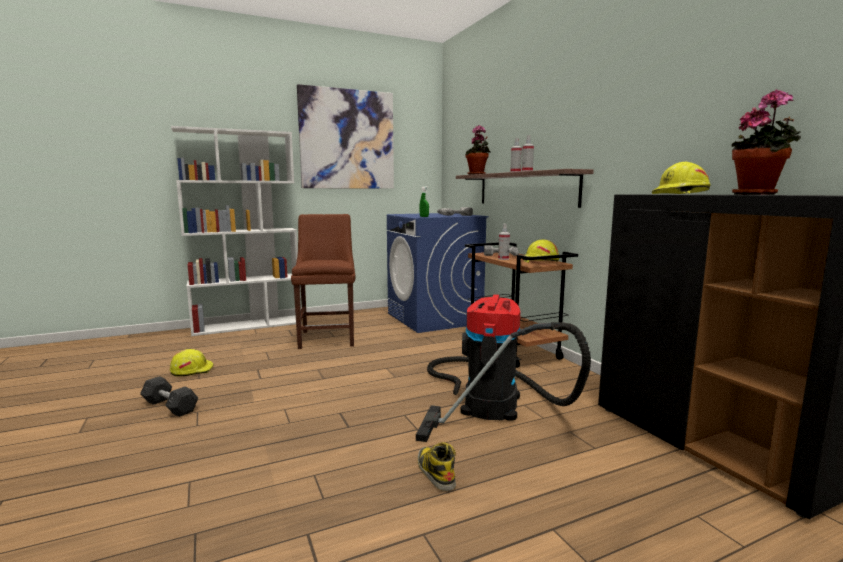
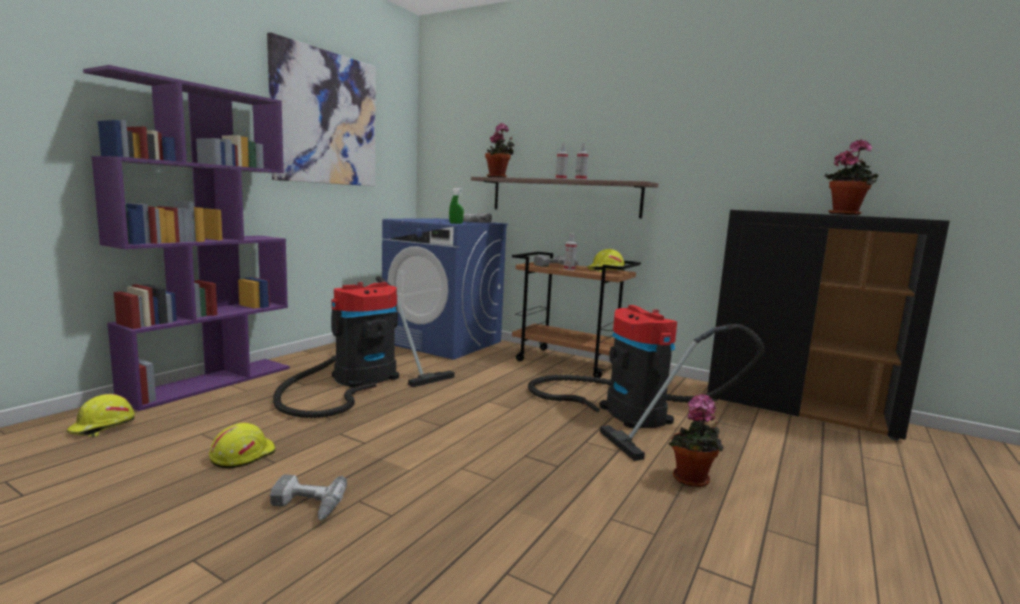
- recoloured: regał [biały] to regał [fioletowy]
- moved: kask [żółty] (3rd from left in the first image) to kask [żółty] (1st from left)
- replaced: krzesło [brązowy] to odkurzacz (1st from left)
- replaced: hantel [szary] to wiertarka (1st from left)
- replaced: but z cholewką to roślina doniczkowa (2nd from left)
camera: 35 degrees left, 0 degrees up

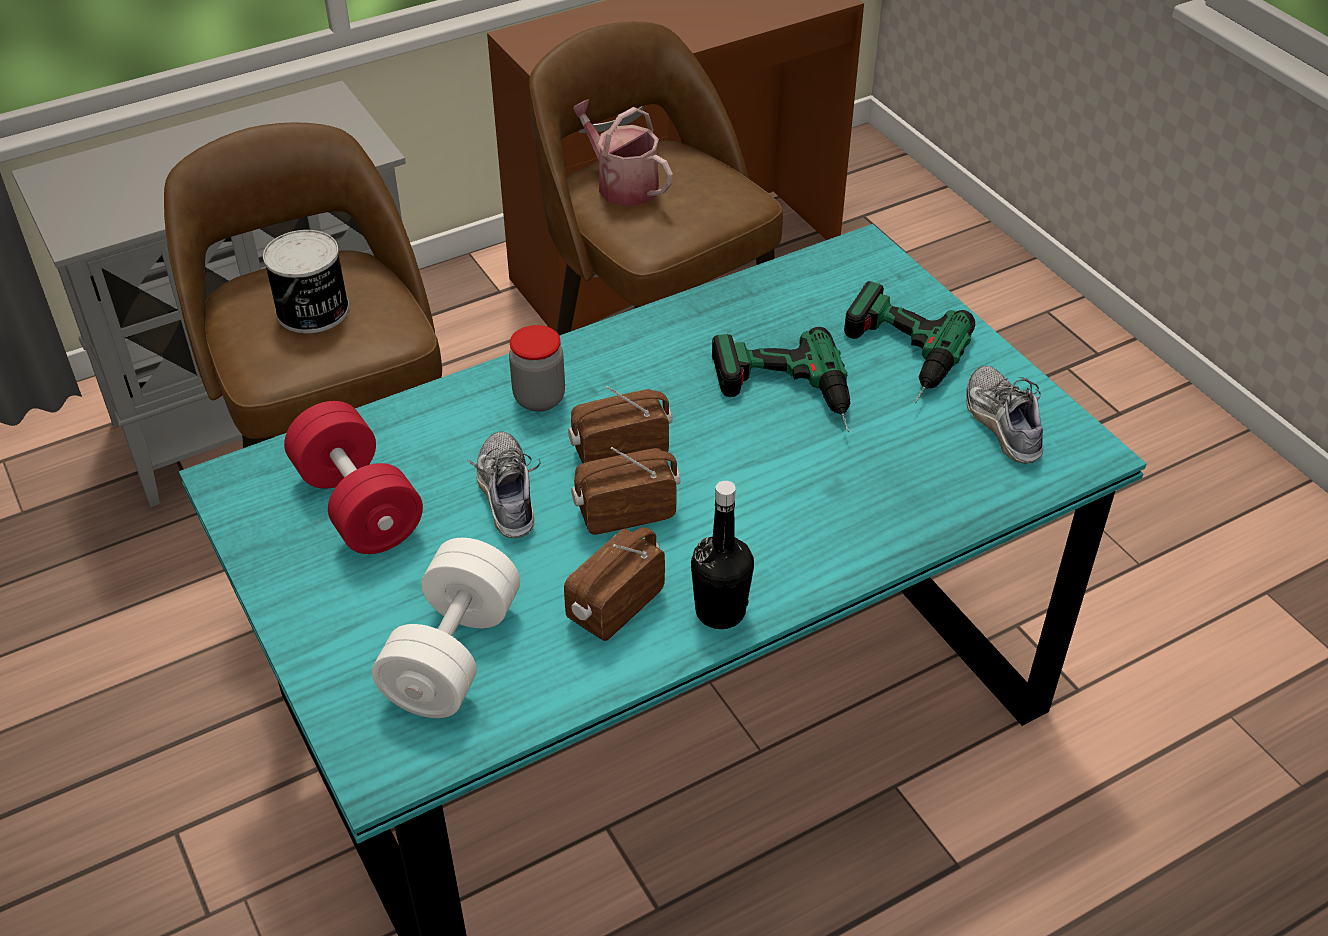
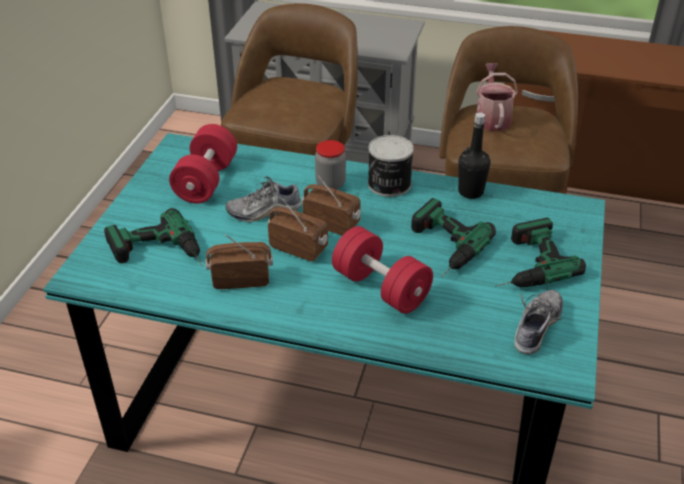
- moved: puszka
- turned: but (1st from left) 135 degrees counterclockwise
- moved: butelka [czarny]
- replaced: hantel [biały] to wiertarka (1st from left)
- added: hantel [czerwony] (2nd from left)
camera: 45 degrees right, 5 degrees down

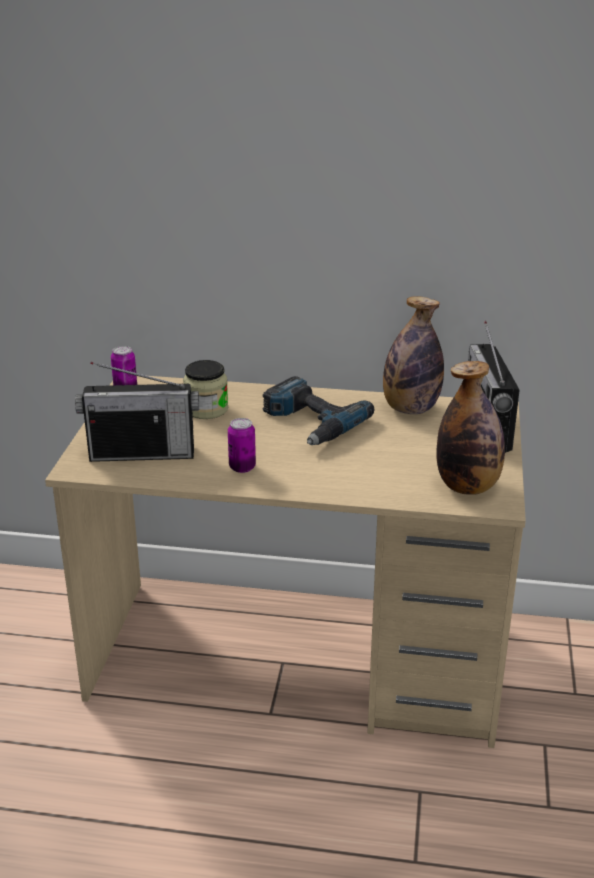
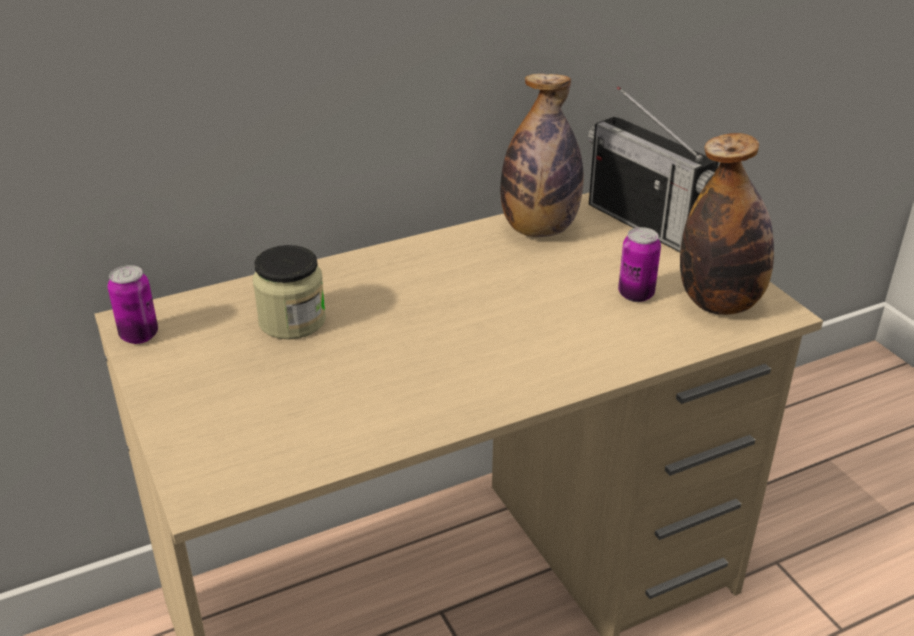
- removed: radio (1st from left)
- removed: wiertarka
- moved: puszka (2nd from left)
camera: 35 degrees left, 5 degrees up

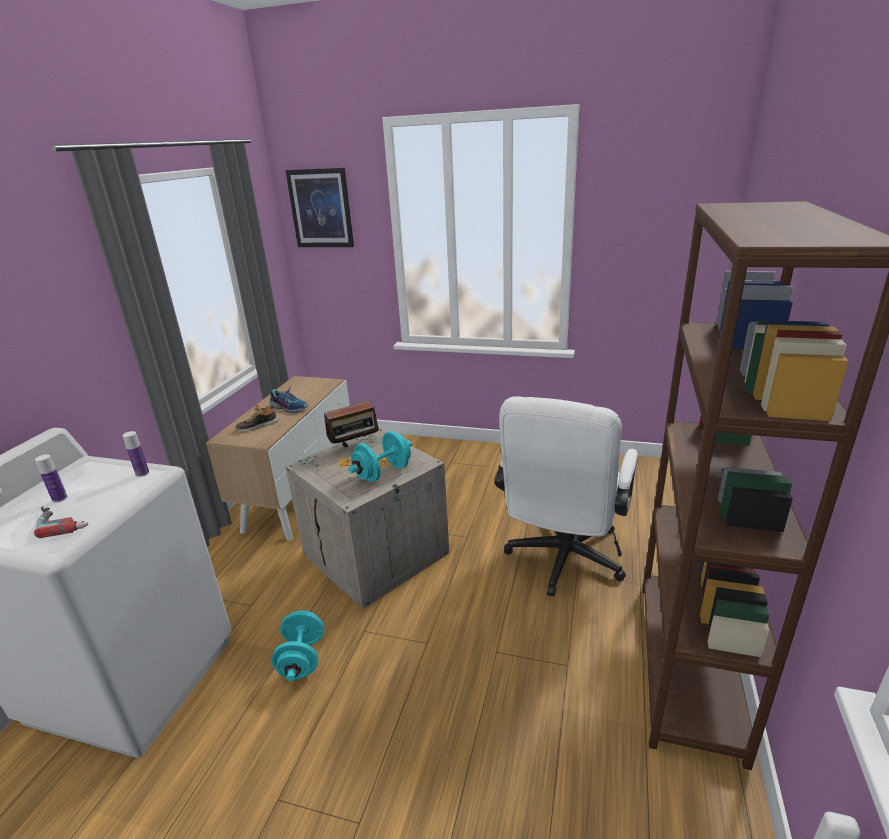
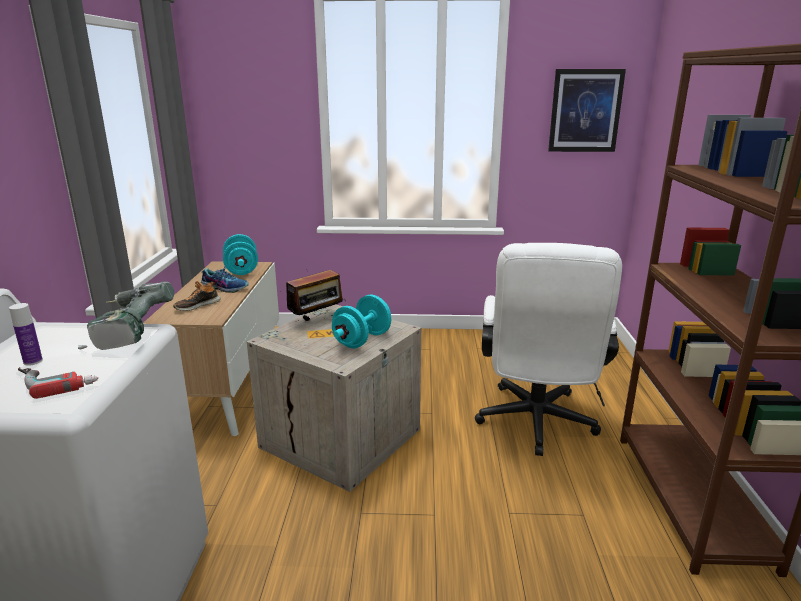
- moved: obraz
- replaced: butelka (2nd from left) to wiertarka (2nd from left)
- moved: hantel [turkusowy] (1st from left)
camera: 15 degrees left, 5 degrees down

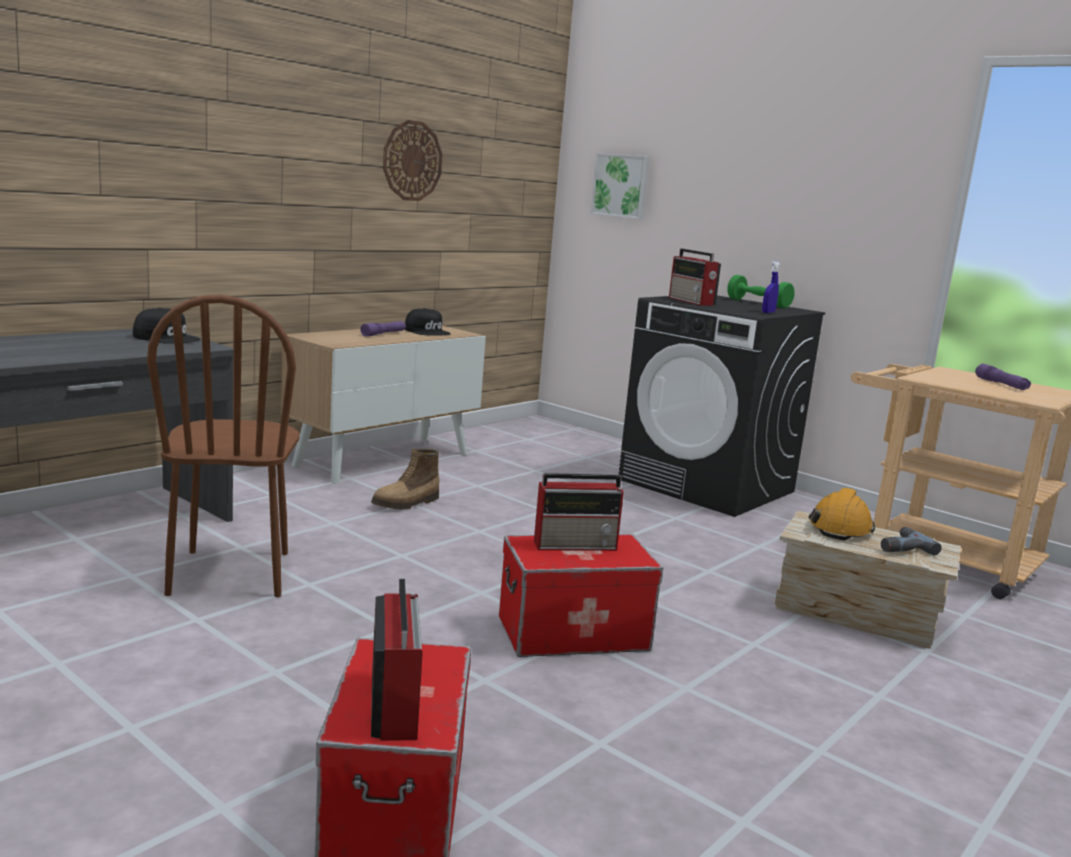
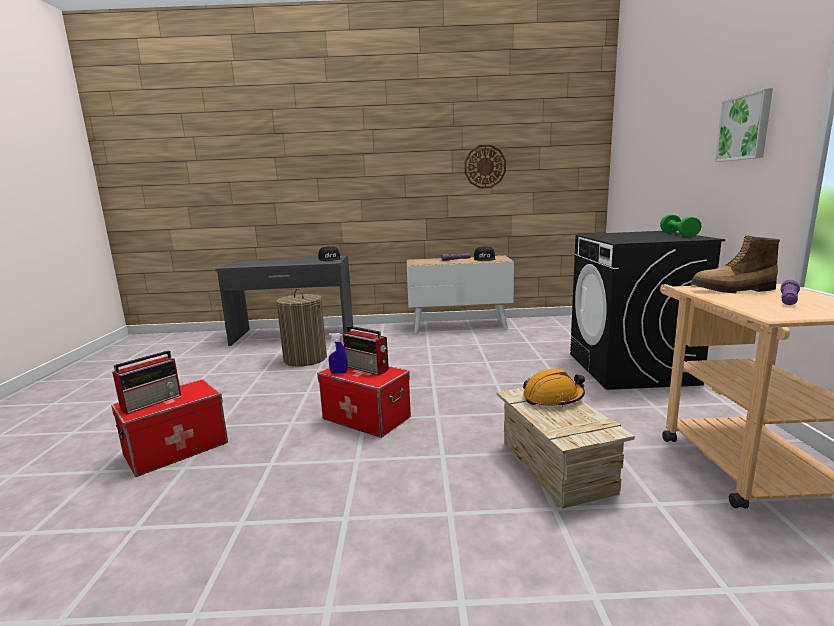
- moved: obraz
- removed: radio (3rd from left)
- moved: spryskiwacz [niebieski]
- replaced: krzesło [brązowy] to kosz na pranie
- moved: but z cholewką
- removed: wiertarka
camera: 50 degrees right, 0 degrees up

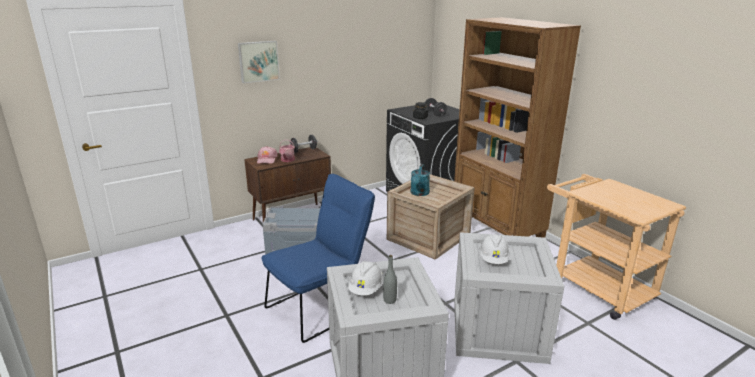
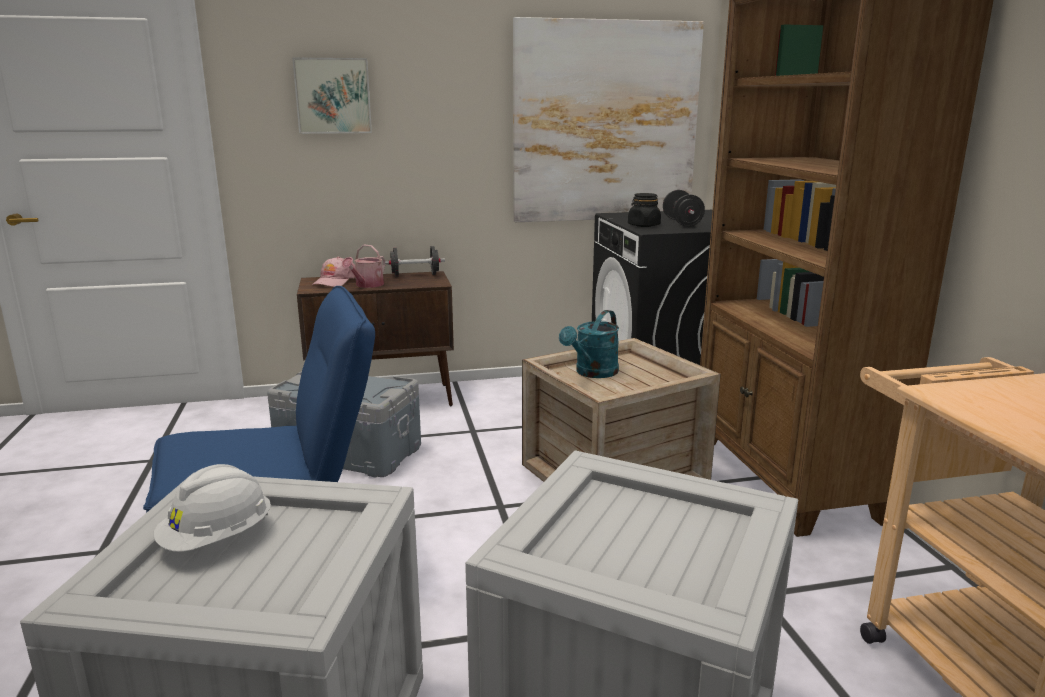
- removed: kask [biały] (2nd from left)
- removed: butelka [szary]
- added: obraz (2nd from left)
camera: 20 degrees right, 5 degrees down

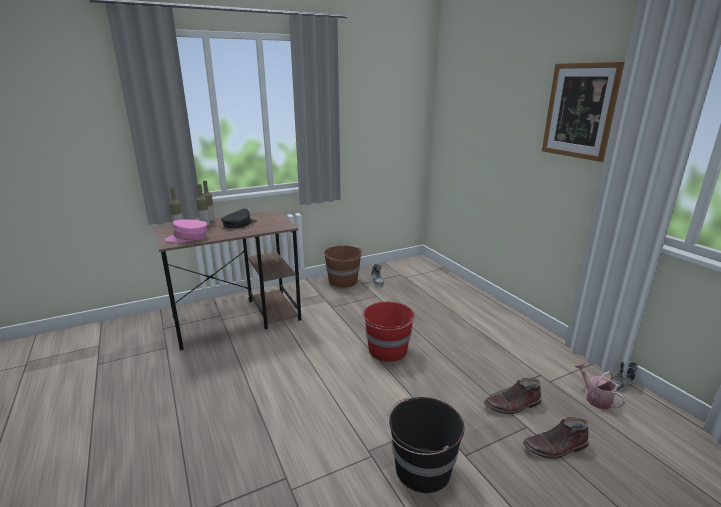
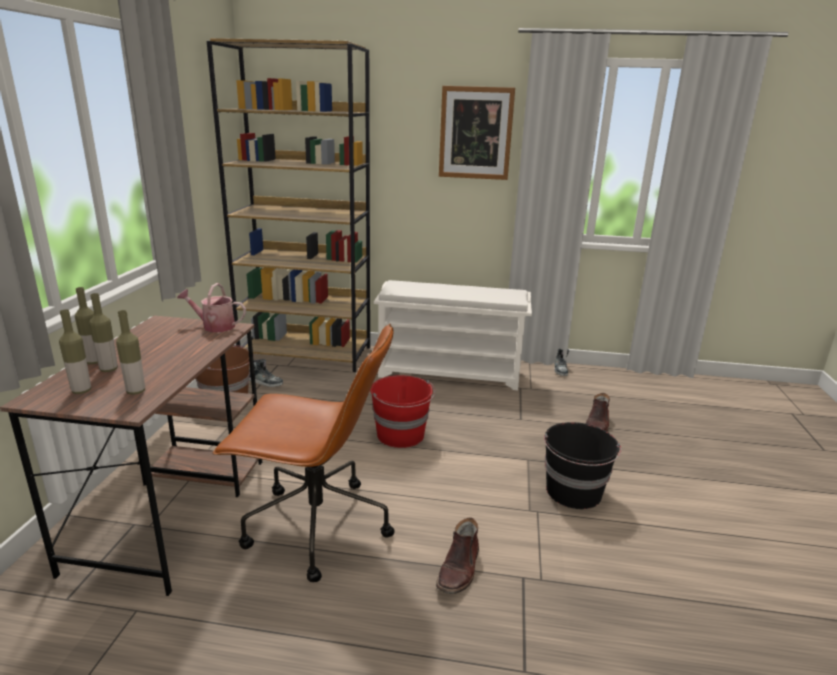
- removed: czapka z daszkiem [czarny]
- replaced: czapka z daszkiem [różowy] to butelka (4th from left)
- moved: konewka
- moved: but z cholewką [brązowy] (1st from left)
- added: regał [brązowy]
- added: regał na buty [biały]
- added: krzesło biurowe [brązowy]
camera: 55 degrees left, 0 degrees up

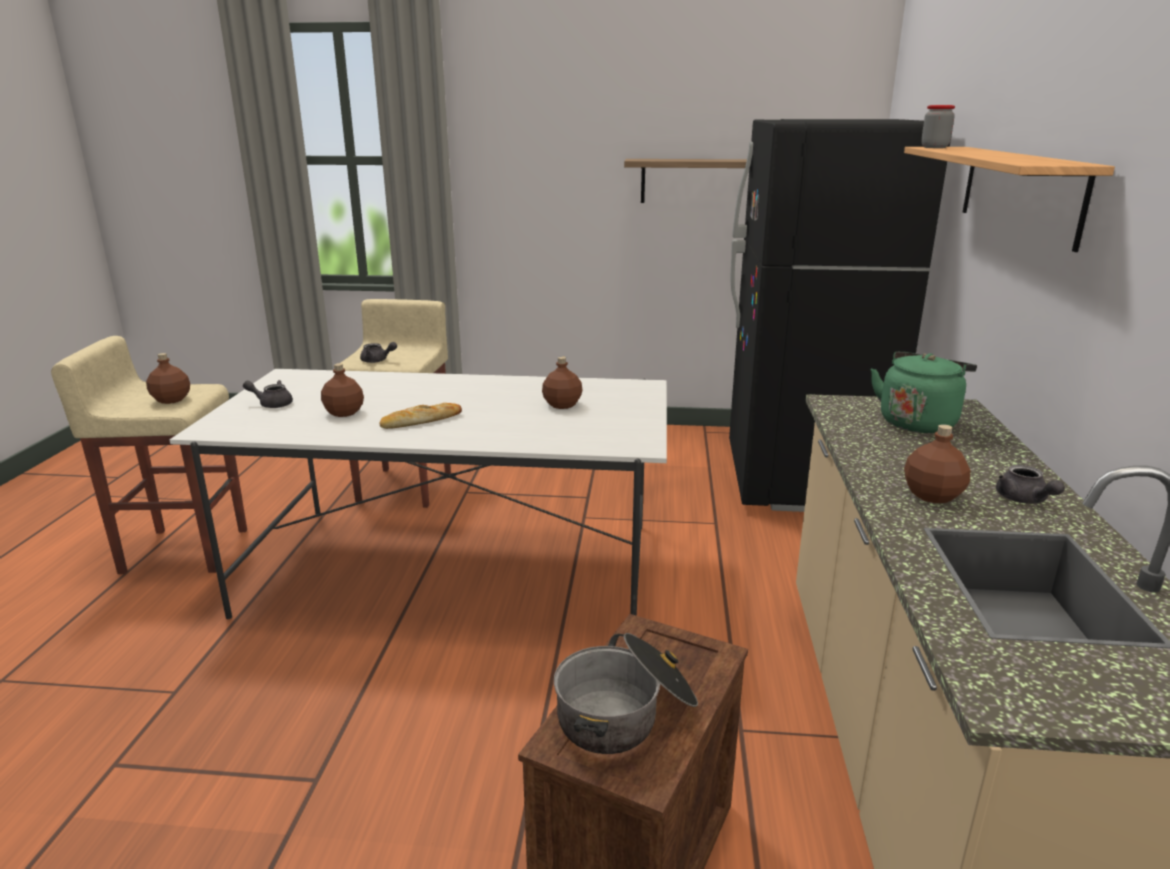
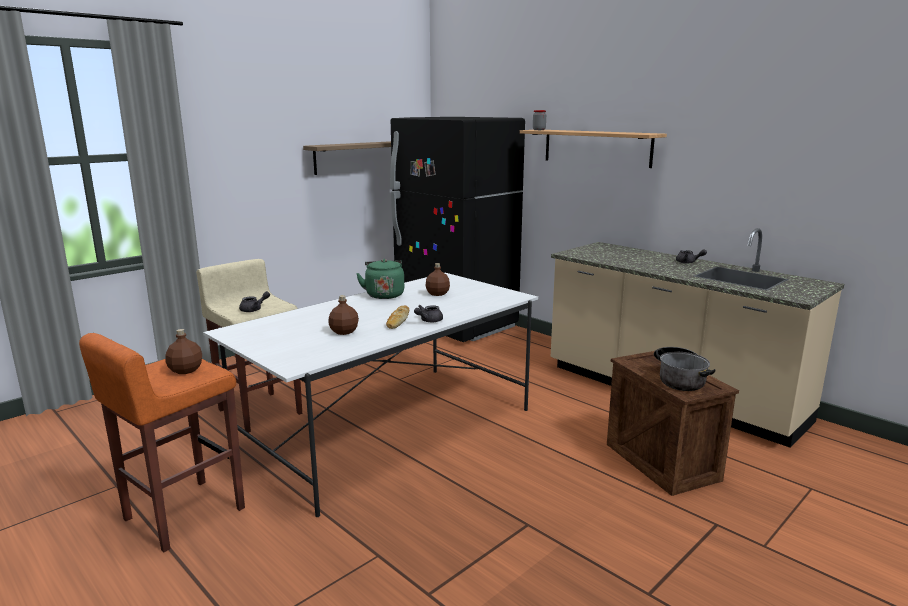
- recoloured: stołek [beżowy] (1st from left) to stołek [pomarańczowy]
- moved: czajnik [zielony]
- moved: imbryk [szary] (1st from left in the first image) to imbryk [szary] (2nd from left)
- removed: butelka [brązowy] (4th from left)
camera: 50 degrees left, 5 degrees down

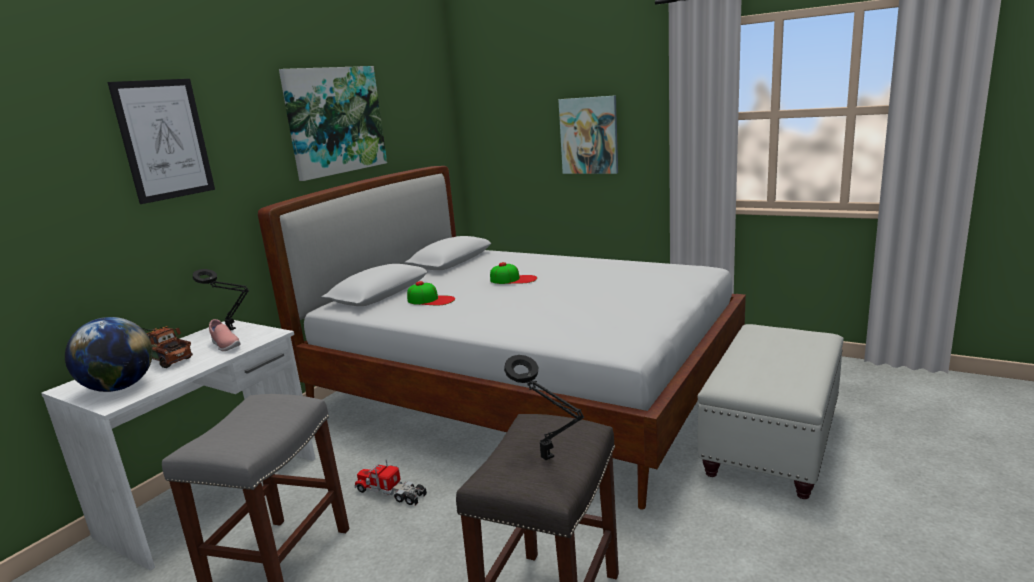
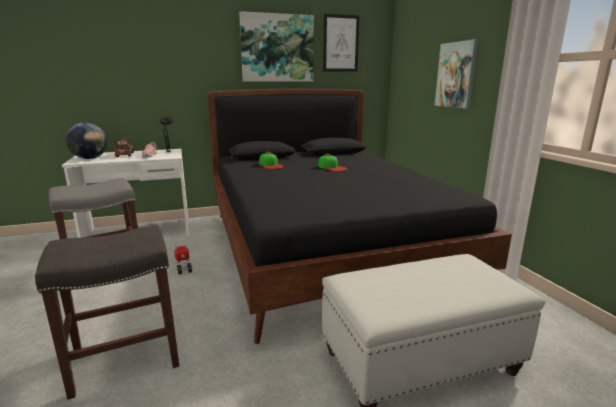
- moved: obraz (1st from left in the first image) to obraz (2nd from left)
- recoloured: łóżko [biały] to łóżko [czarny]
- removed: lampa stołowa [czarny] (2nd from left)
camera: 40 degrees right, 0 degrees up

